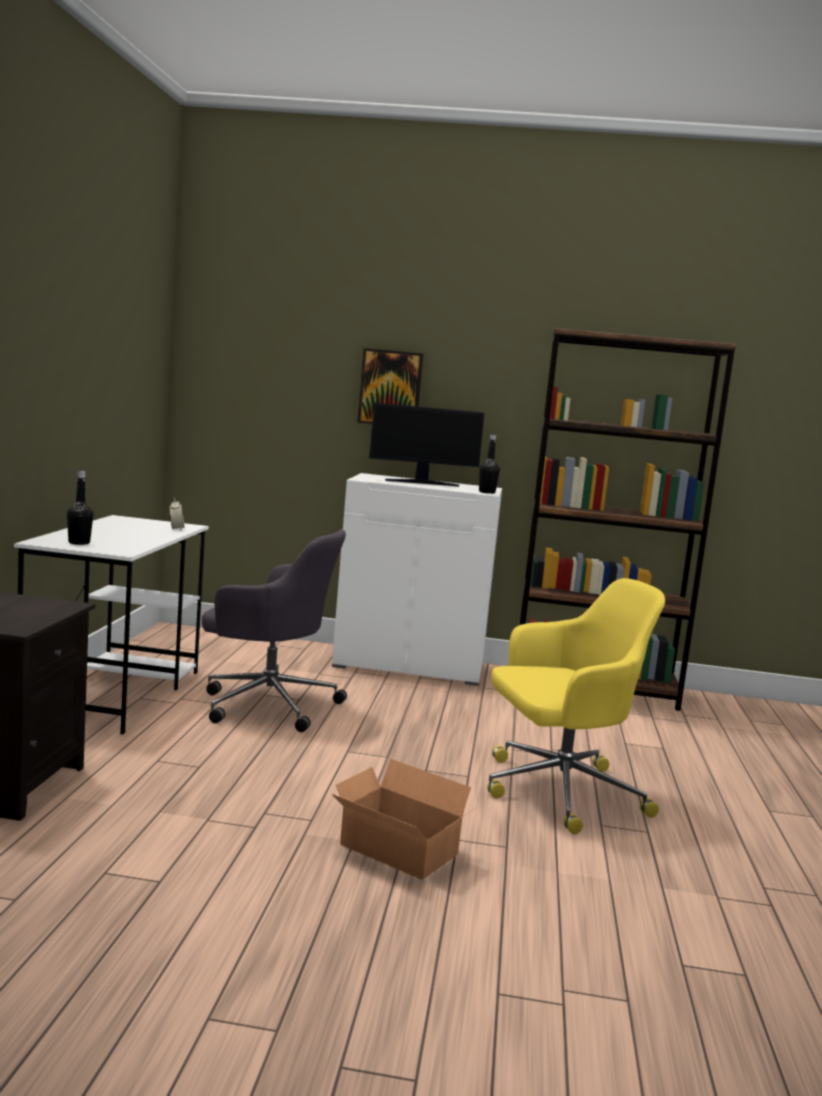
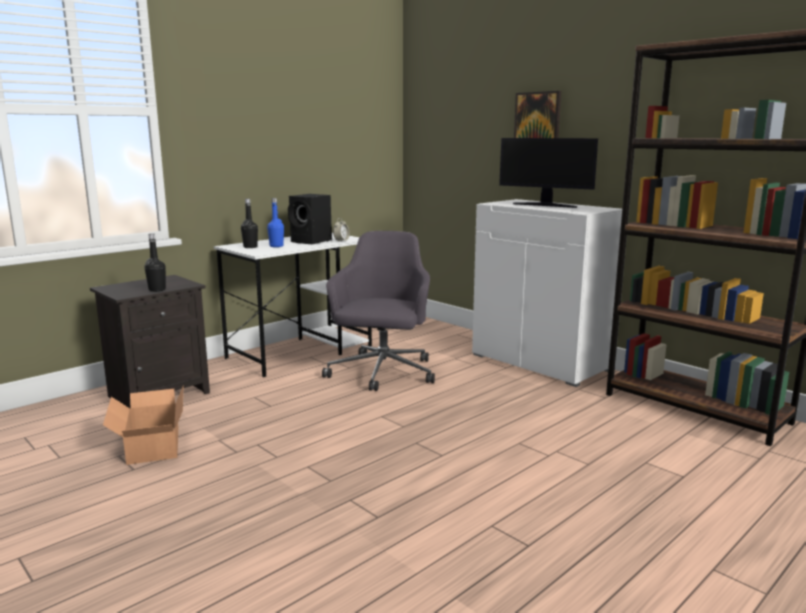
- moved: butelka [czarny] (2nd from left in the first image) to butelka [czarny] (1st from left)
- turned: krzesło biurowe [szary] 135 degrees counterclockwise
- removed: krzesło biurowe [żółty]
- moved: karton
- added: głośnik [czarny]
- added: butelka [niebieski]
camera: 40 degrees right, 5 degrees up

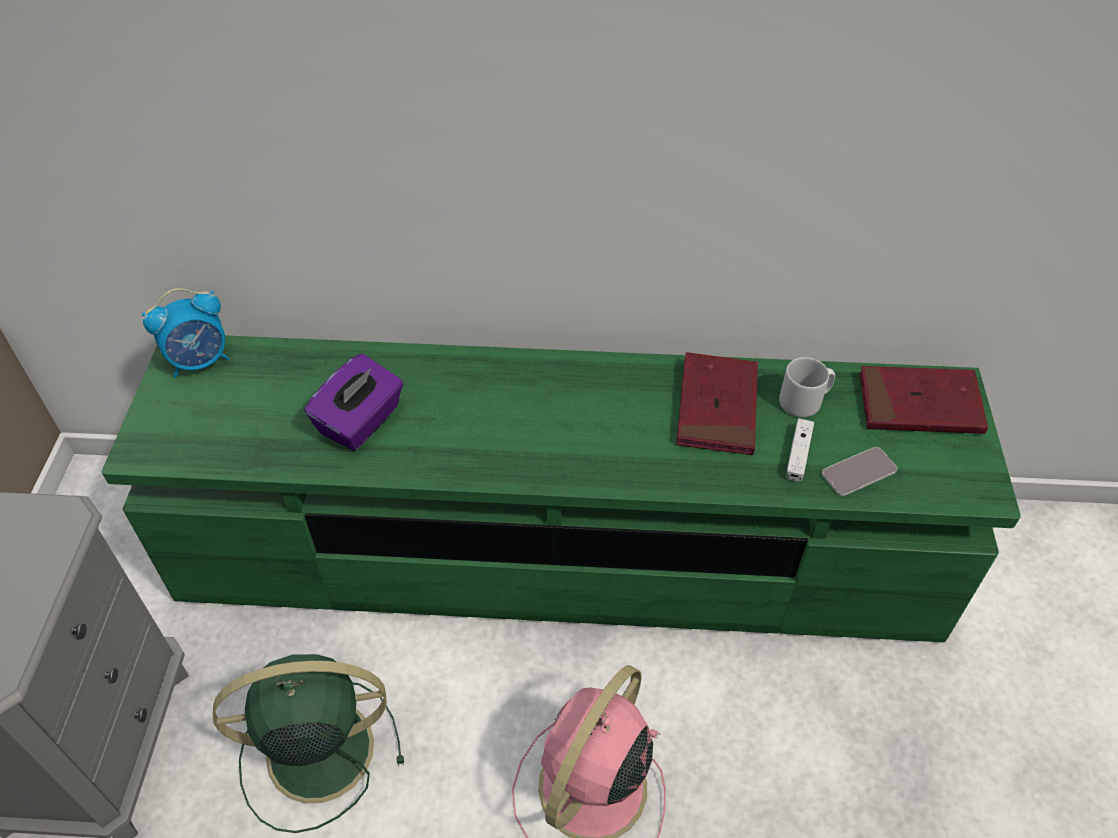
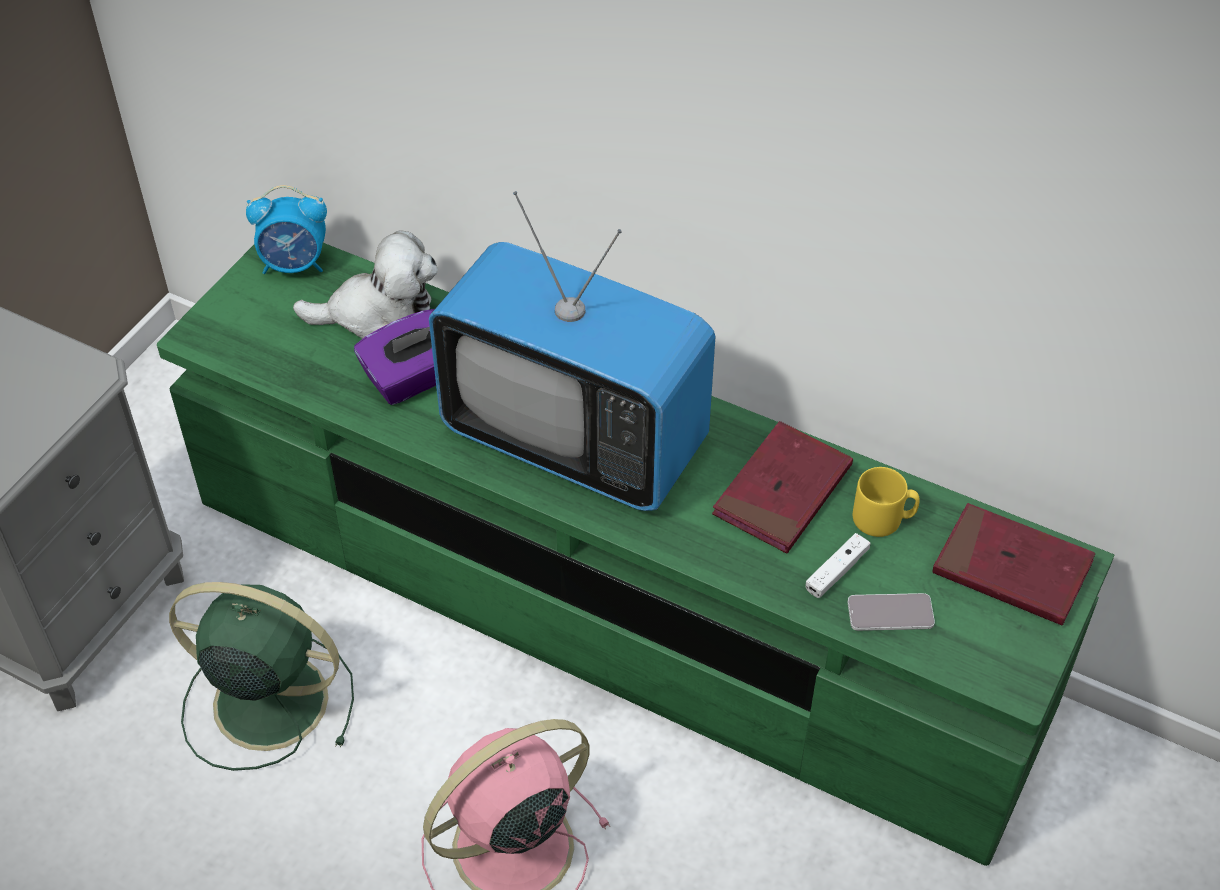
- recoloured: kubek [szary] to kubek [żółty]
- added: telewizor
- added: pluszak
camera: 25 degrees right, 0 degrees up

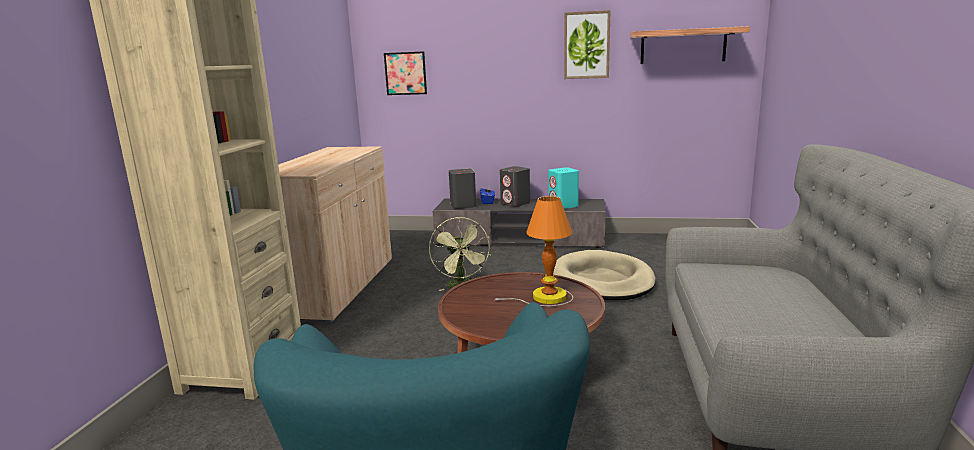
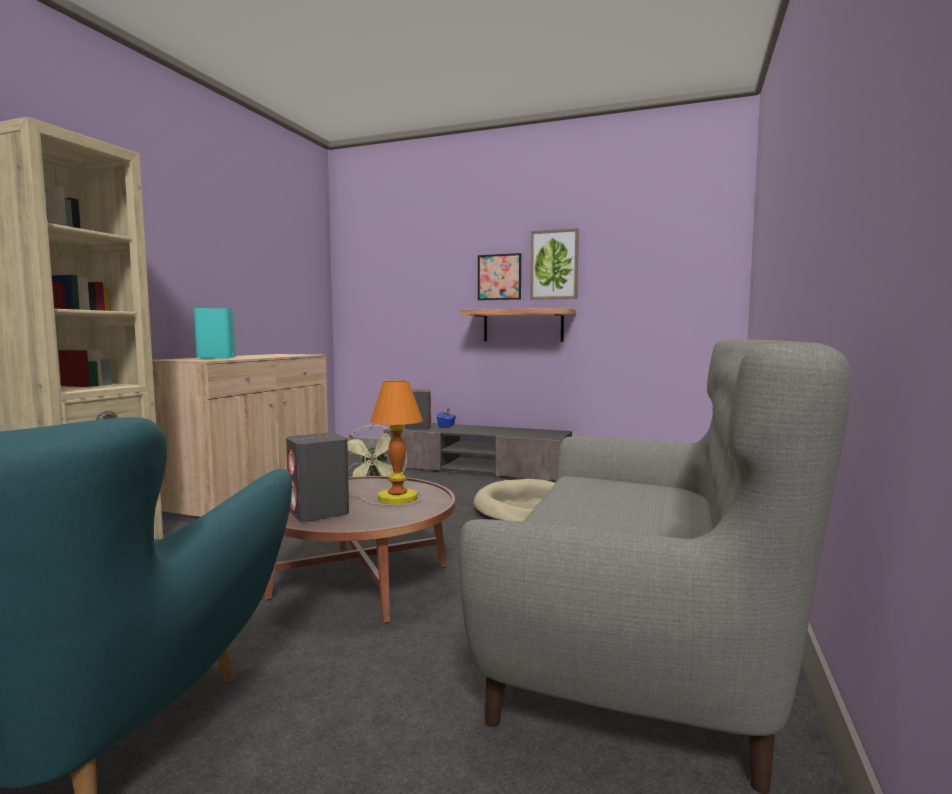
- moved: półka
- moved: obraz (1st from left)
- moved: głośnik [szary] (2nd from left in the first image) to głośnik [szary] (1st from left)
- moved: głośnik [turkusowy]
camera: 10 degrees right, 10 degrees down

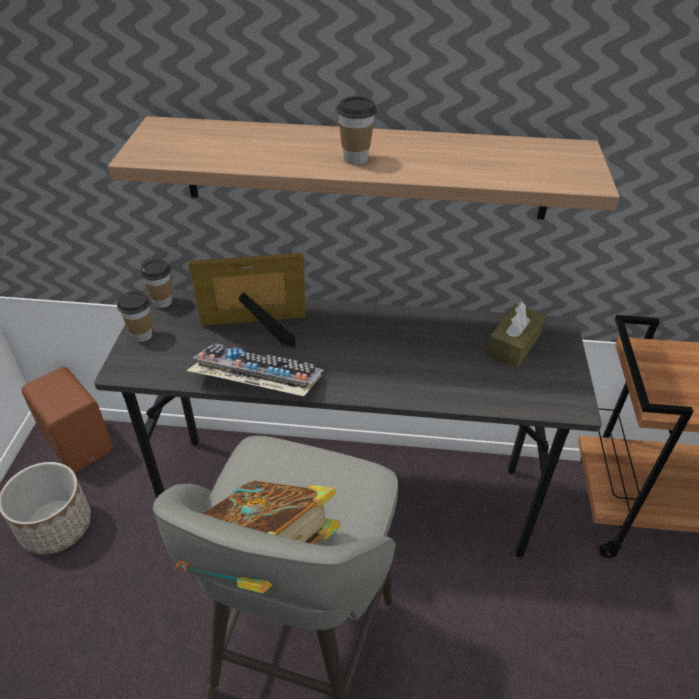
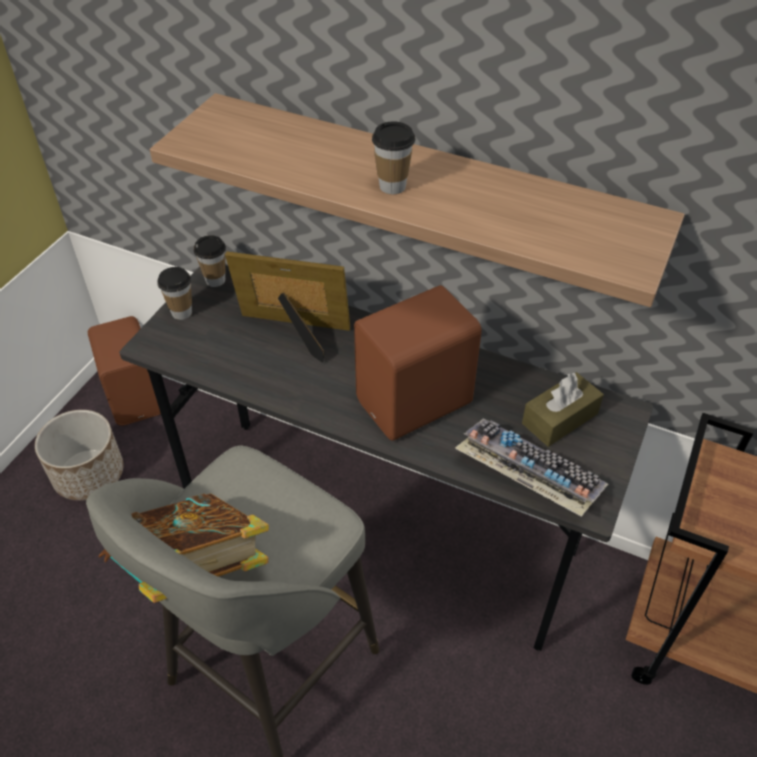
- moved: klawiatura
- added: głośnik [brązowy] (2nd from left)
camera: 20 degrees right, 5 degrees up

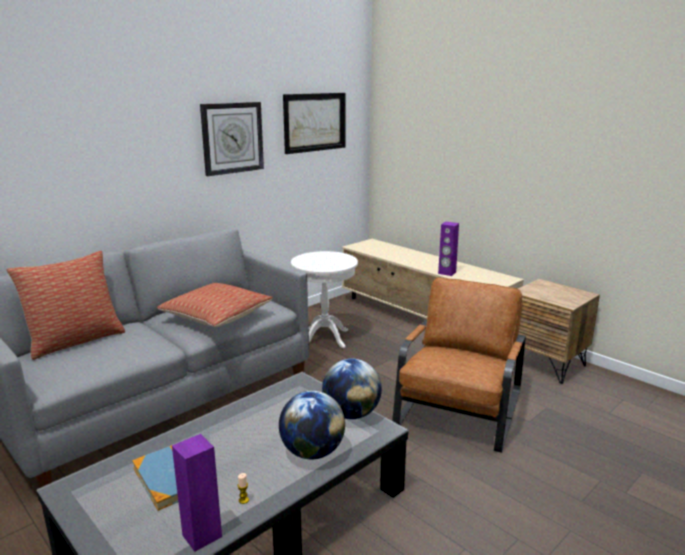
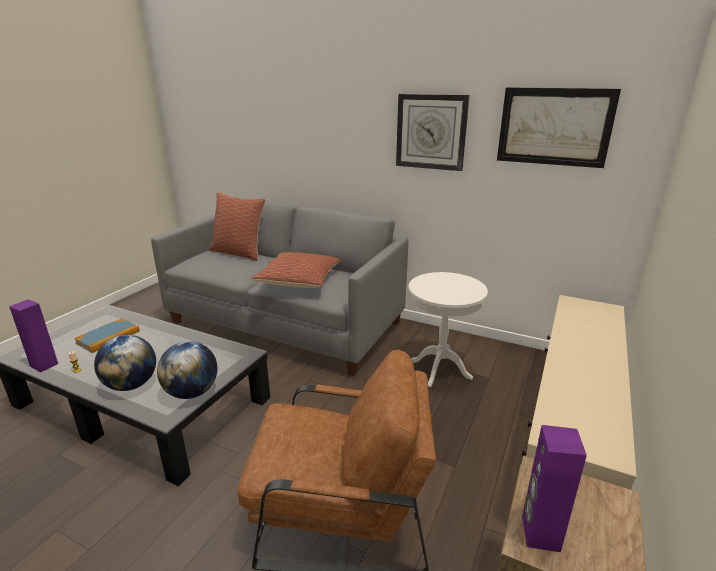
- moved: głośnik [fioletowy] (2nd from left)
camera: 70 degrees right, 5 degrees up

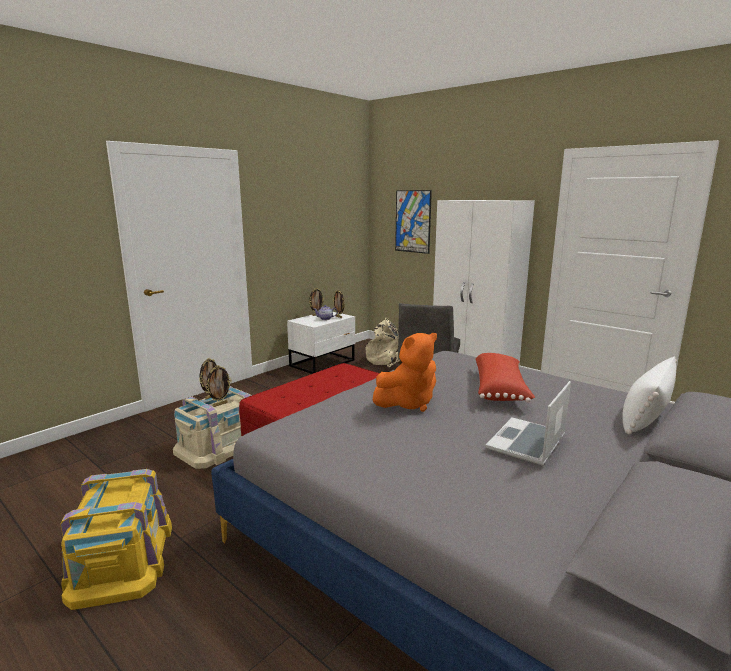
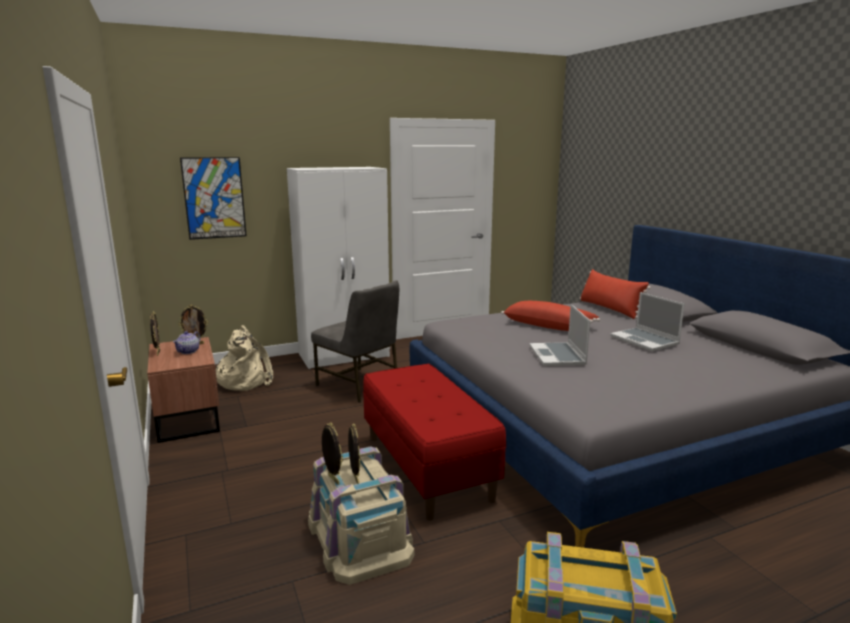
- recoloured: szafka nocna [biały] to szafka nocna [brązowy]
- replaced: pluszak [pomarańczowy] to laptop (1st from left)
- recoloured: poduszka [biały] to poduszka [czerwony] (2nd from left)
camera: 65 degrees left, 0 degrees up

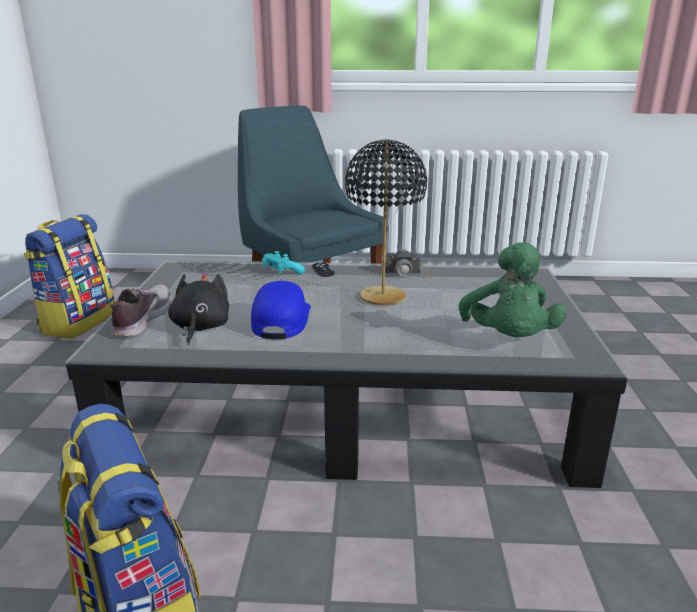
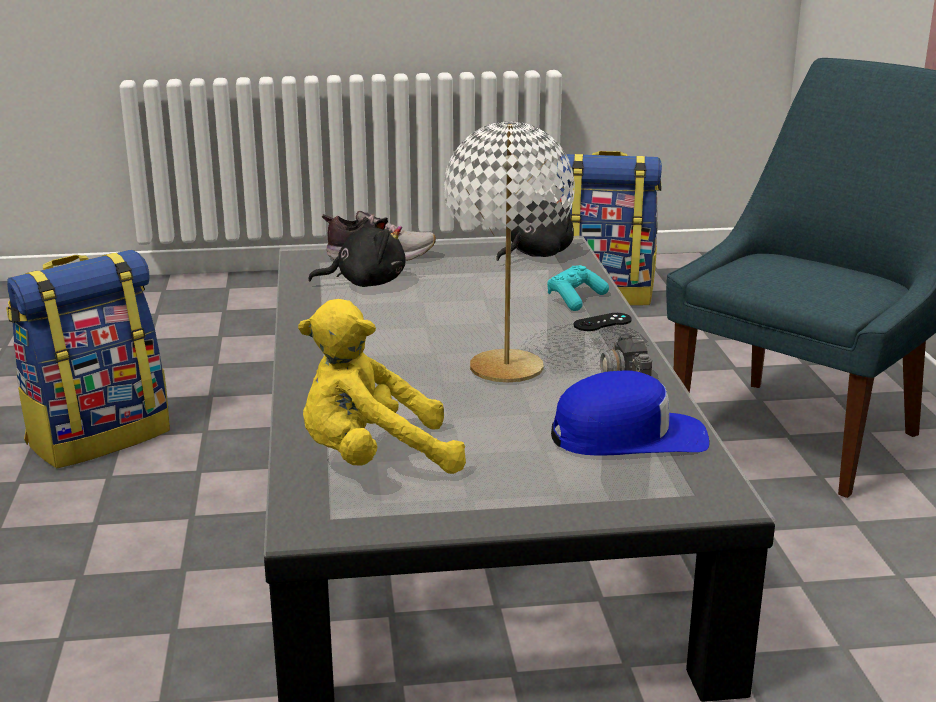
- recoloured: lampa stołowa [czarny] to lampa stołowa [biały]
- recoloured: pluszak [zielony] to pluszak [żółty]
- moved: czapka z daszkiem [niebieski]
- added: pluszak [czarny] (2nd from left)
camera: 80 degrees right, 0 degrees up

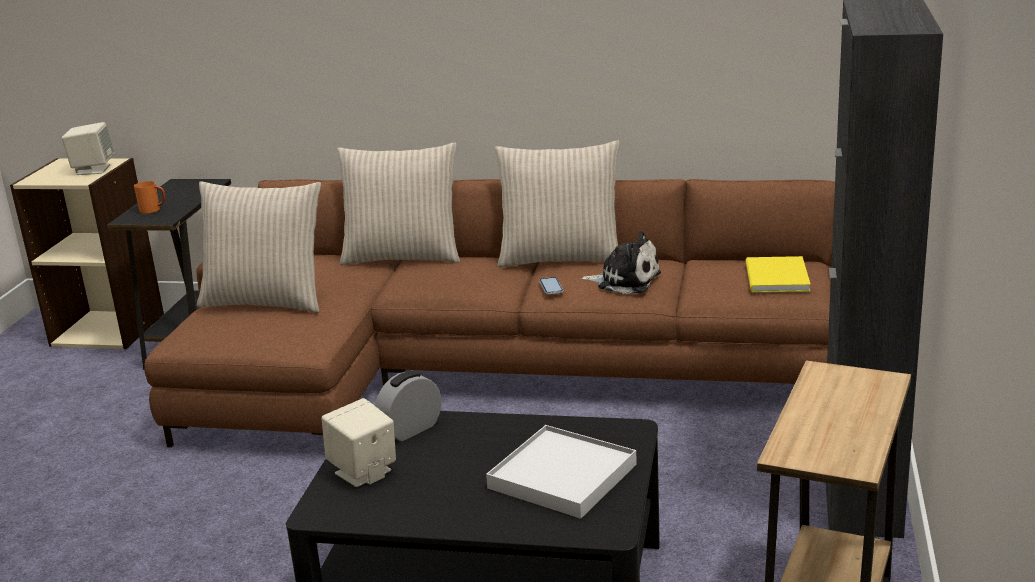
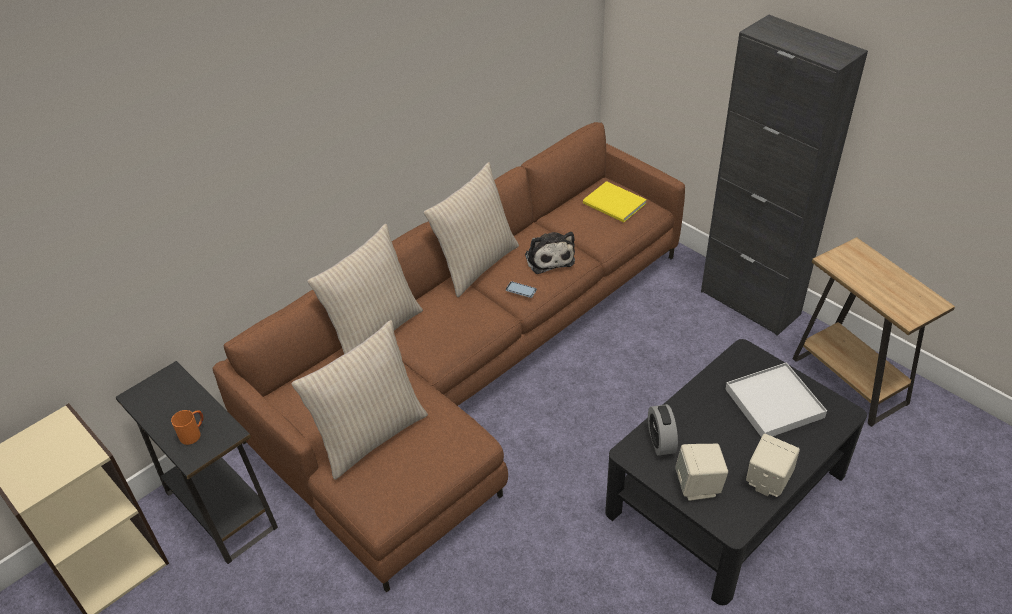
- moved: głośnik [beżowy] (1st from left in the first image) to głośnik [beżowy] (2nd from left)
- turned: pluszak 105 degrees clockwise
camera: 55 degrees left, 20 degrees up

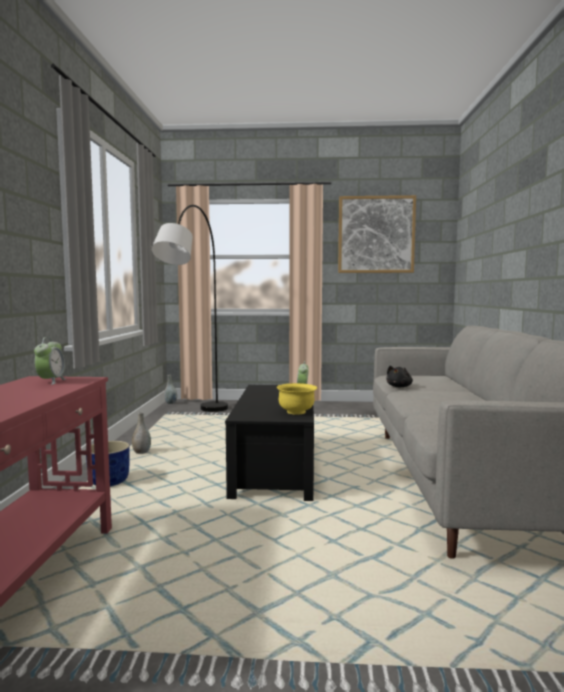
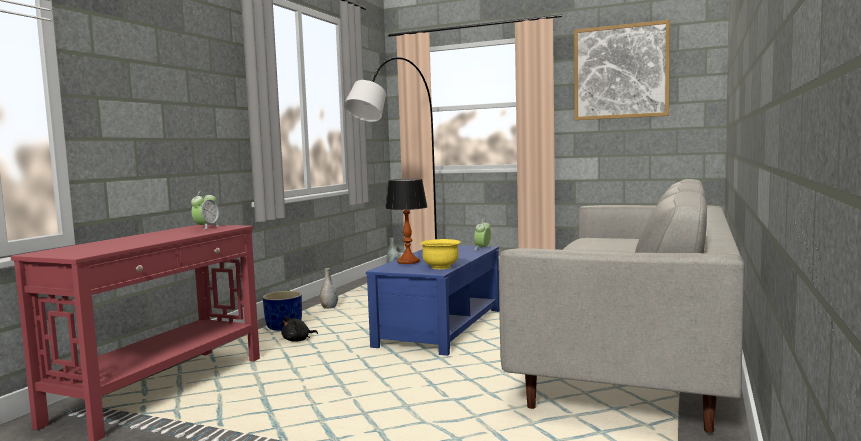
- moved: pluszak [czarny]
- recoloured: ława [czarny] to ława [niebieski]
- added: lampa stołowa
camera: 20 degrees right, 0 degrees up

